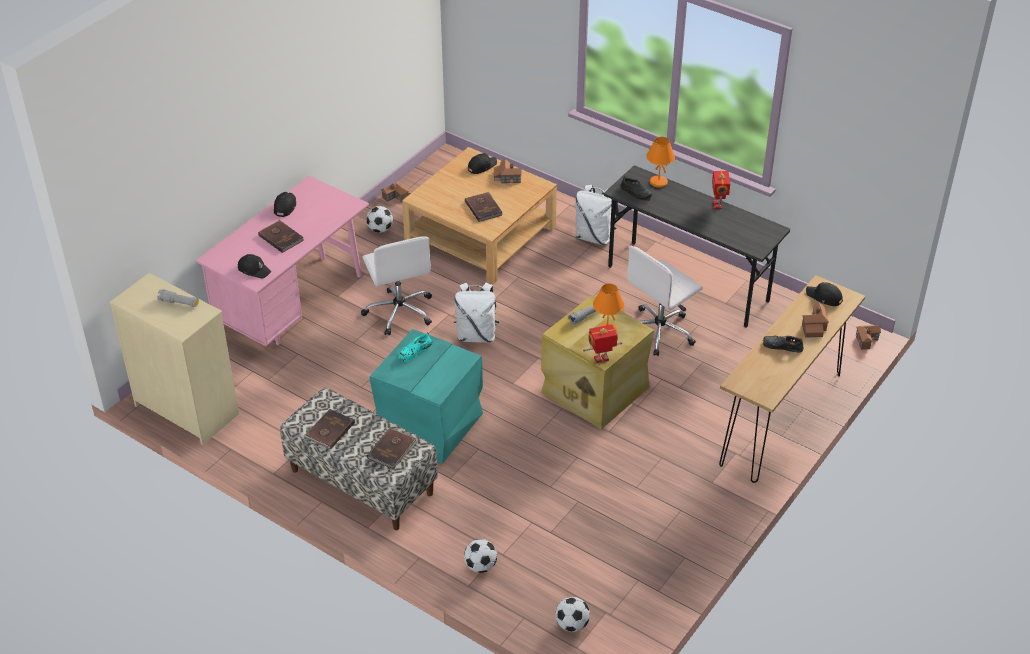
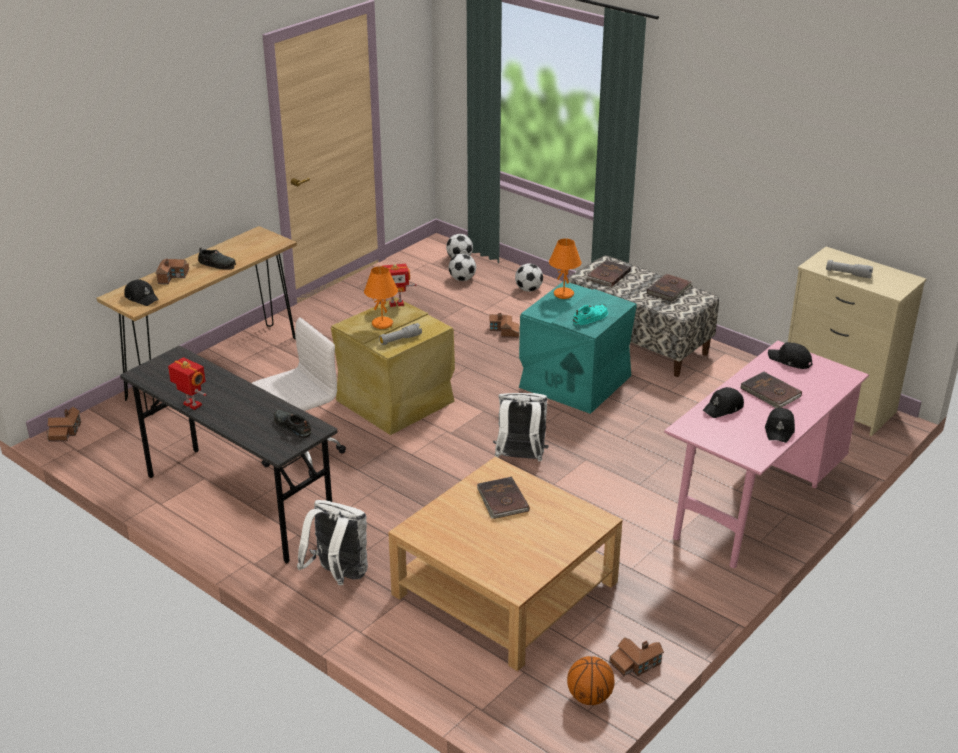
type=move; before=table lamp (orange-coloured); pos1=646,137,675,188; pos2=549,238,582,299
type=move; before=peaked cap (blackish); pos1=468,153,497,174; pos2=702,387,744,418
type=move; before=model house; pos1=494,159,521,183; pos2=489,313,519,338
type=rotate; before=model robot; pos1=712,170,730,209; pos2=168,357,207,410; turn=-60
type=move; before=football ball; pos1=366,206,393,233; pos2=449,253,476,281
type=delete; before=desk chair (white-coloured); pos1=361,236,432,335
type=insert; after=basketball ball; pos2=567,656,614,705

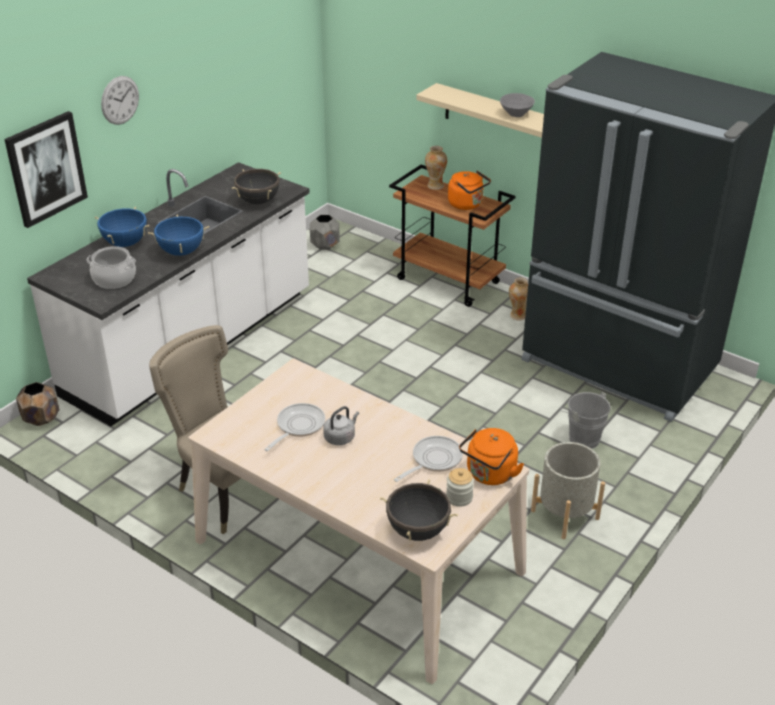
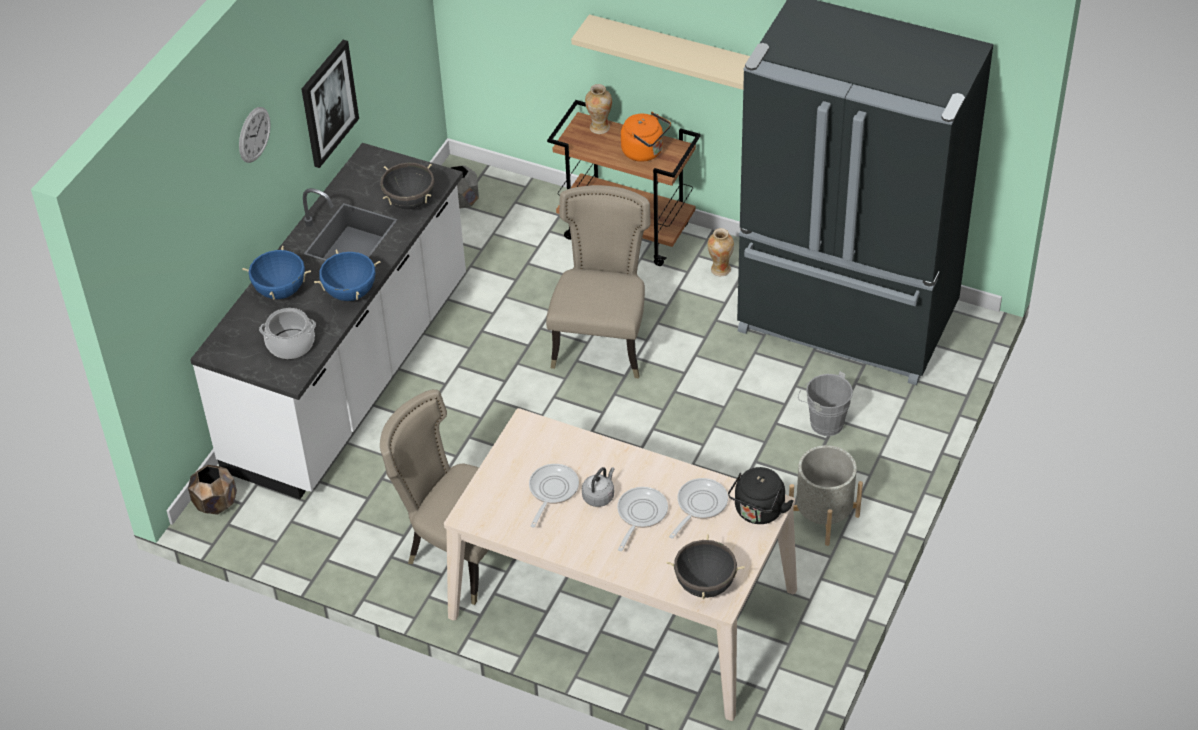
type=delete; before=serving bowl (greyish); pos1=500,93,535,117
type=move; before=wall picture; pos1=4,111,88,228; pos2=302,40,359,168
type=recolor; before=tea kettle (orange-coloured); after=tea kettle (blackish); pos1=459,428,524,485; pos2=728,467,794,524
type=delete; before=storage jar; pos1=446,468,474,507
type=insert; after=plain chair (beige-coloured); pos2=546,185,651,379
type=insert; after=skillet; pos2=617,487,668,551

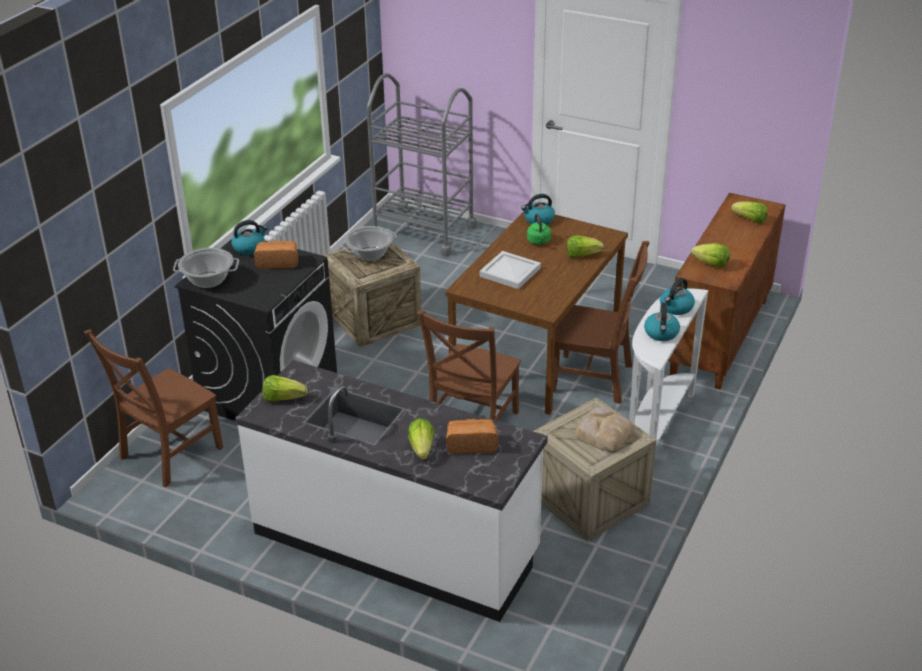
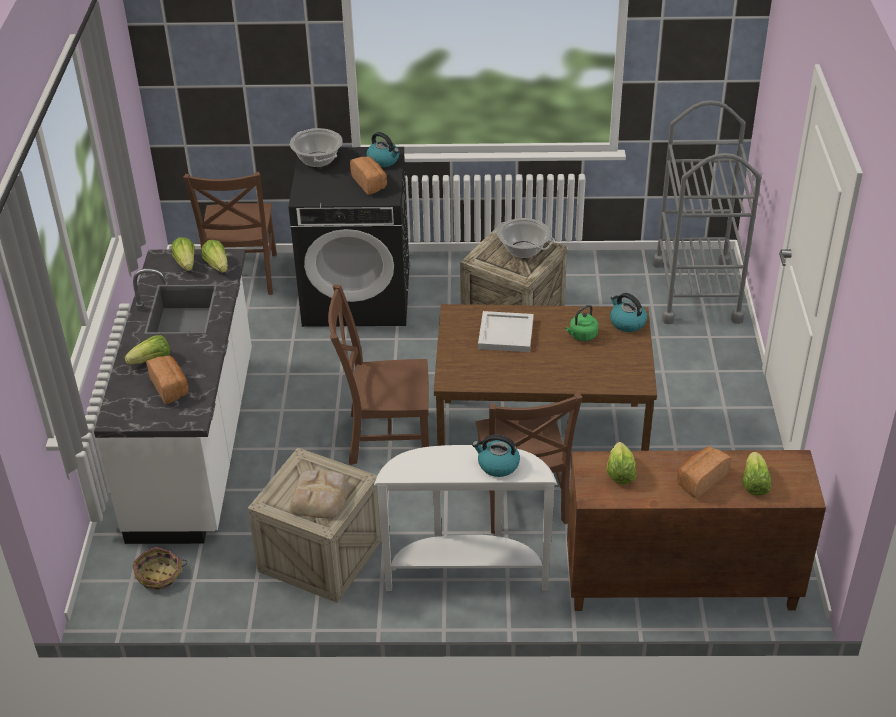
type=move; before=lettuce head; pos1=567,235,604,258; pos2=201,240,228,273
type=delete; before=tea kettle; pos1=644,303,680,341
type=rotate; before=plain chair (brown-coloured); pos1=84,329,223,487; pos2=183,172,277,295; turn=-105
type=insert; after=baked bread; pos2=677,446,731,498
type=insert; after=household basket; pos2=132,547,187,590

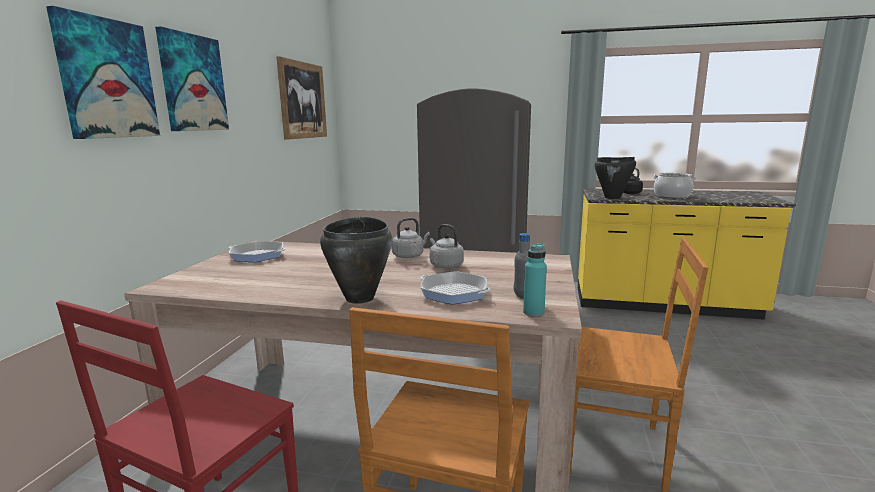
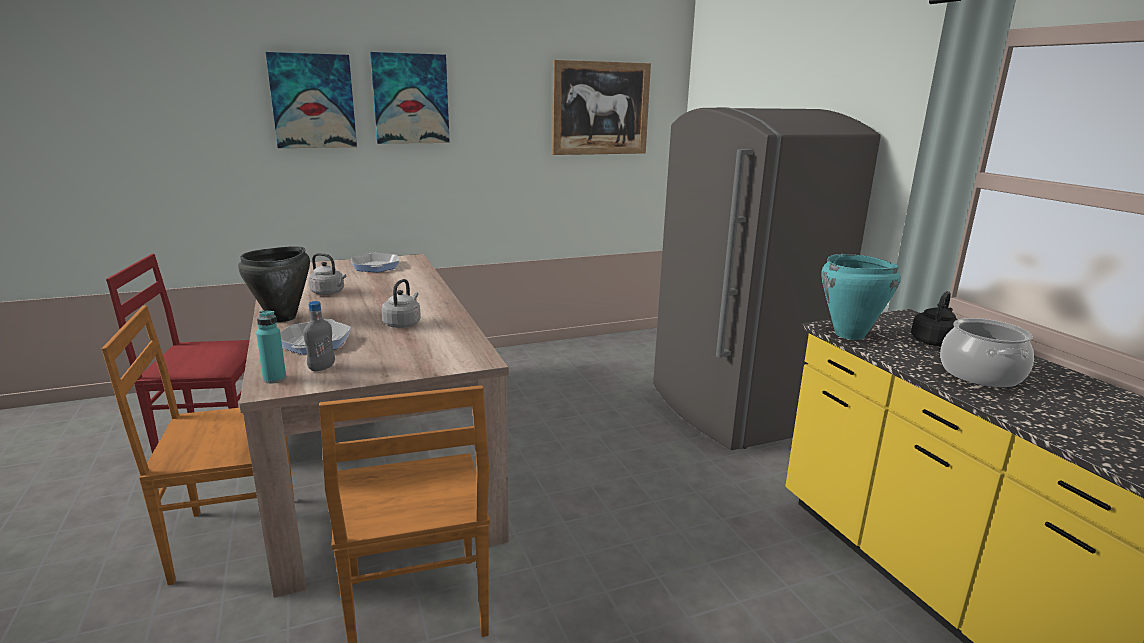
type=recolor; before=saucepot (blackish); after=saucepot (turquoise); pos1=595,157,636,199; pos2=821,254,901,340
type=move; before=tea kettle (greyish); pos1=392,218,430,258; pos2=308,253,346,295

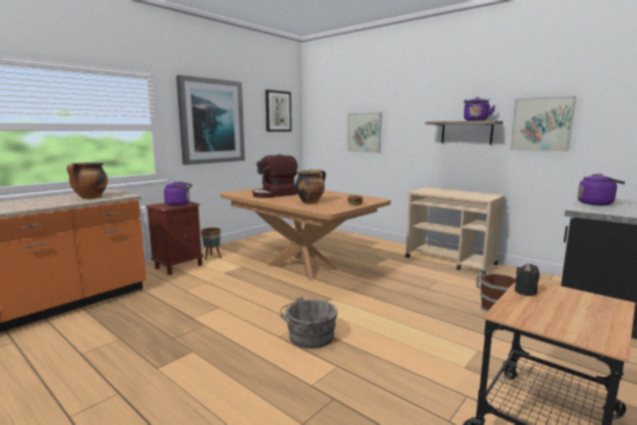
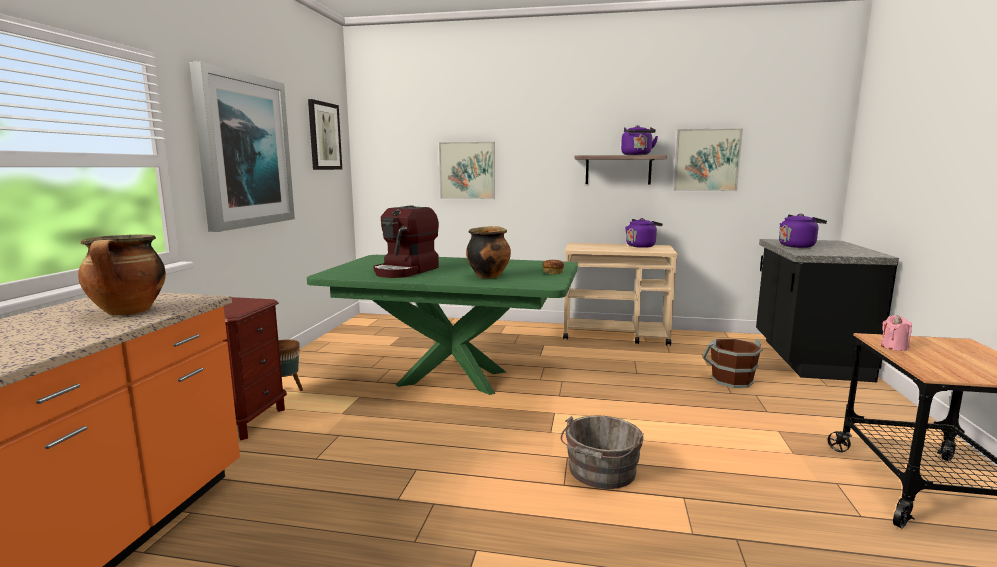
type=move; before=tea kettle (purple-coloured); pos1=164,181,192,206; pos2=625,218,663,248
type=recolor; before=kitchen table (brown-coloured); after=kitchen table (greenish); pos1=220,187,391,280; pos2=307,255,578,395
type=recolor; before=candle (blackish); after=candle (pinkish); pos1=515,264,540,296; pos2=881,315,912,351

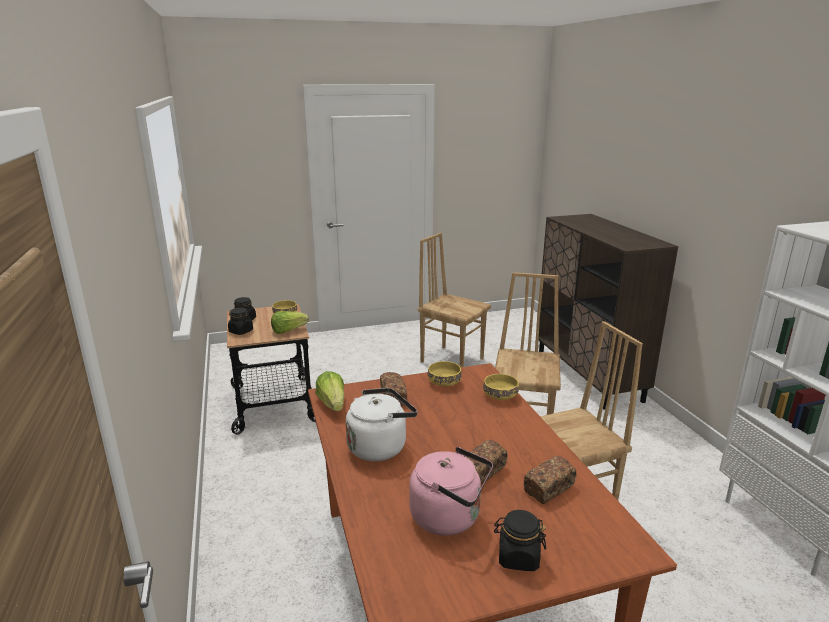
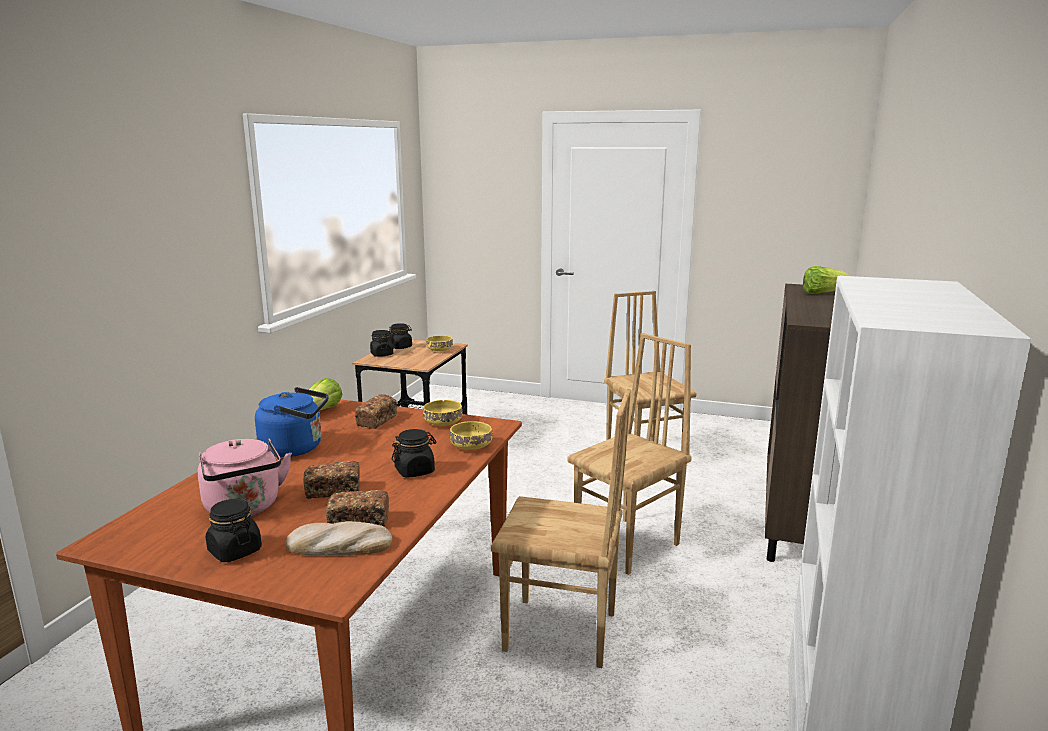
type=move; before=lettuce head; pos1=271,311,309,334; pos2=803,266,851,294
type=recolor; before=tea kettle (white-coloured); after=tea kettle (blue-coloured); pos1=346,388,417,461; pos2=255,387,329,457
type=insert; after=storage jar (blackish); pos2=392,429,436,478
type=insert; after=baked bread; pos2=285,521,393,555

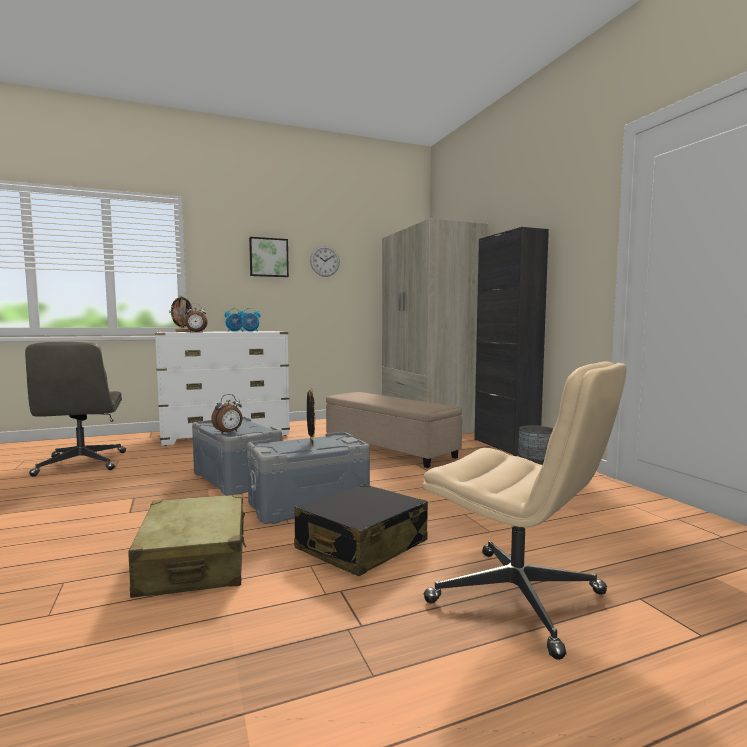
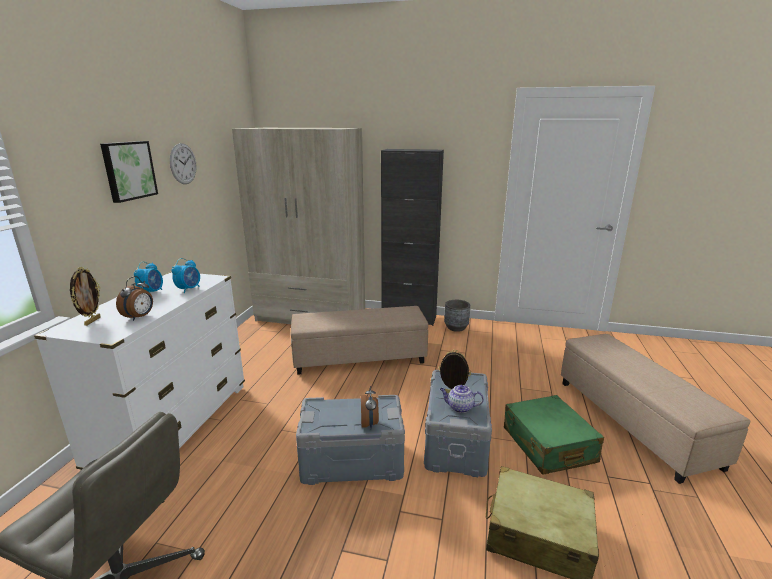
type=replace; before=desk chair (beige-coloured); after=ottoman (beige-coloured); pos1=422,361,627,660; pos2=561,334,750,484
type=recolor; before=travel case (blackish); after=travel case (greenish); pos1=294,484,428,576; pos2=504,395,604,475
type=insert; after=pot for tea; pos2=440,385,484,413

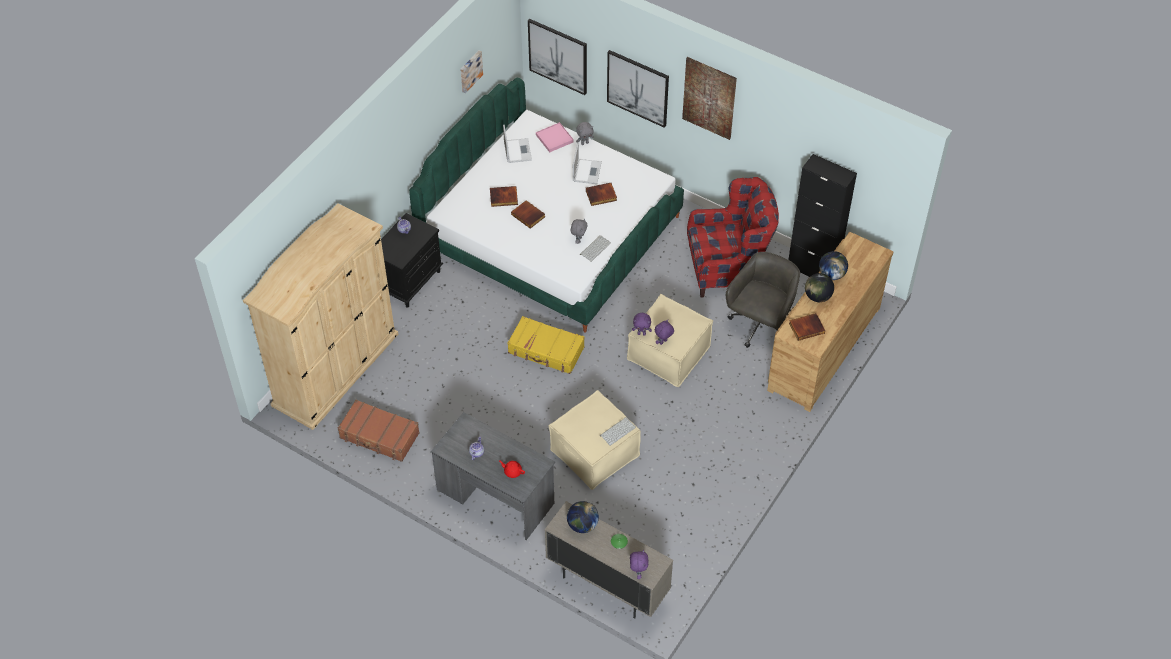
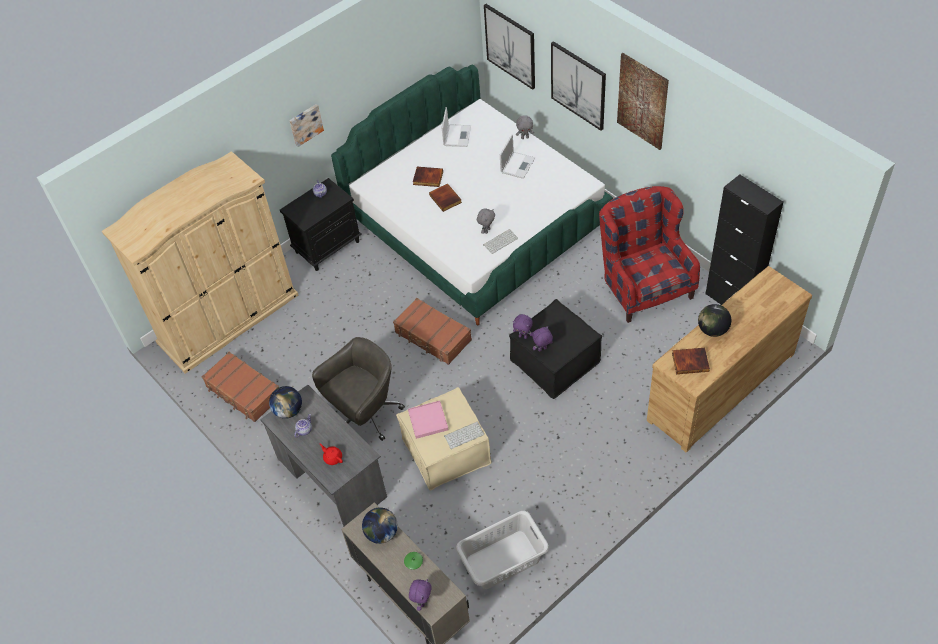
type=move; before=wall picture; pos1=461,51,483,93; pos2=289,104,324,147
type=move; before=serving tray (pinkish); pos1=536,122,574,153; pos2=408,401,449,439
type=rotate; before=lounge chair (red-coloured); pos1=687,177,779,298; pos2=599,186,700,323; turn=-120
type=delete; before=volume; pos1=586,183,617,206
type=move; before=globe; pos1=819,251,848,280; pos2=269,386,302,419
type=move; before=desk chair (greyish); pos1=726,252,800,348; pos2=312,337,405,441
type=recolor; before=ottoman (beige-coloured); after=ottoman (blackish); pos1=627,294,713,387; pos2=509,299,602,399
type=recolor; before=travel case (yellow-coloured); after=travel case (brown-coloured); pos1=507,316,585,374; pos2=393,298,472,365
type=insert; after=hamper (greyish); pos2=456,511,549,589

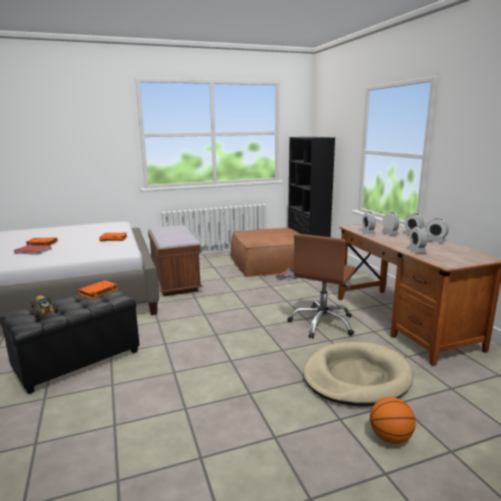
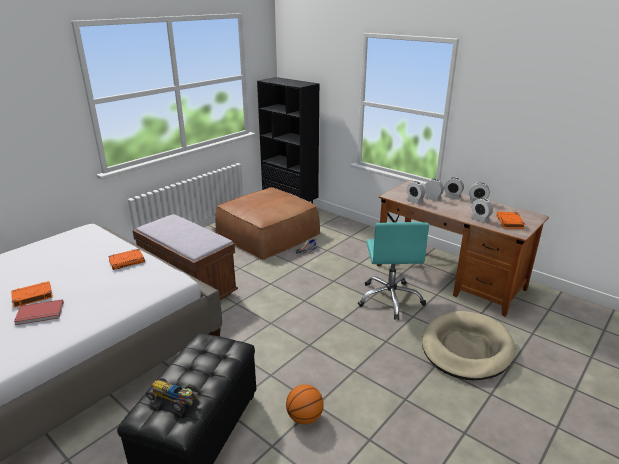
type=recolor; before=desk chair (brown-coloured); after=desk chair (turquoise); pos1=287,234,356,339; pos2=358,222,429,320
type=move; before=volume (orange-coloured); pos1=78,280,117,299; pos2=496,211,525,229
type=move; before=basketball ball; pos1=370,397,416,444; pos2=286,384,324,424

